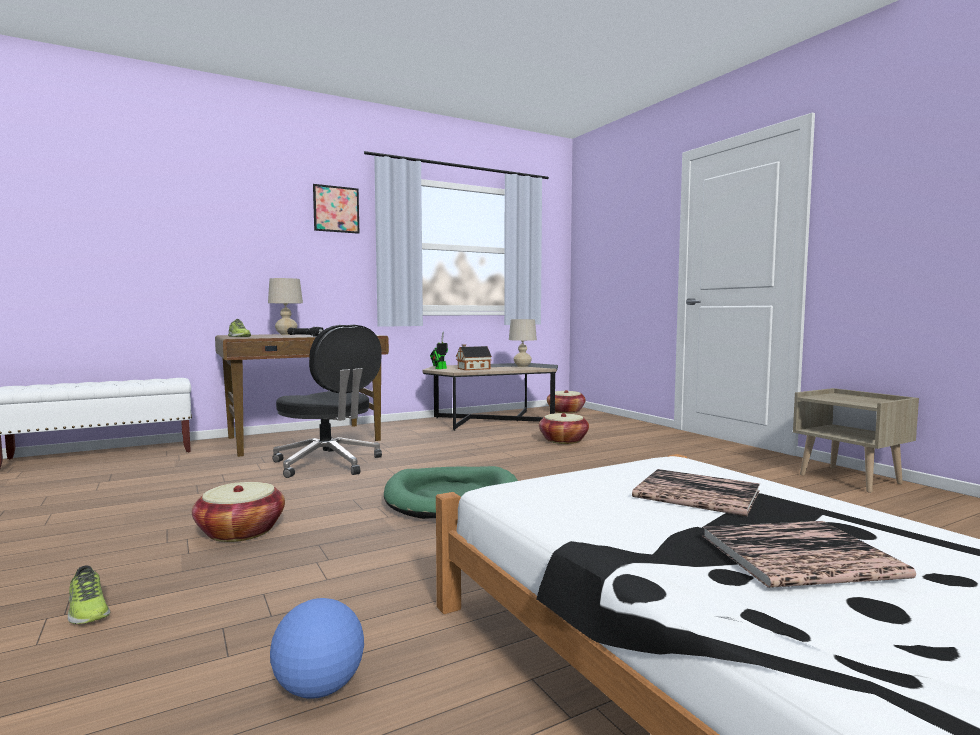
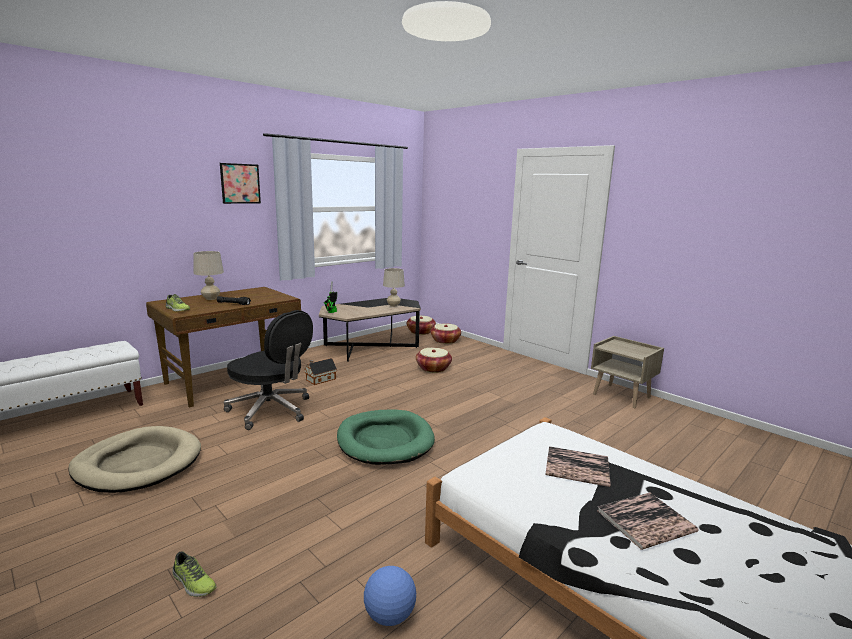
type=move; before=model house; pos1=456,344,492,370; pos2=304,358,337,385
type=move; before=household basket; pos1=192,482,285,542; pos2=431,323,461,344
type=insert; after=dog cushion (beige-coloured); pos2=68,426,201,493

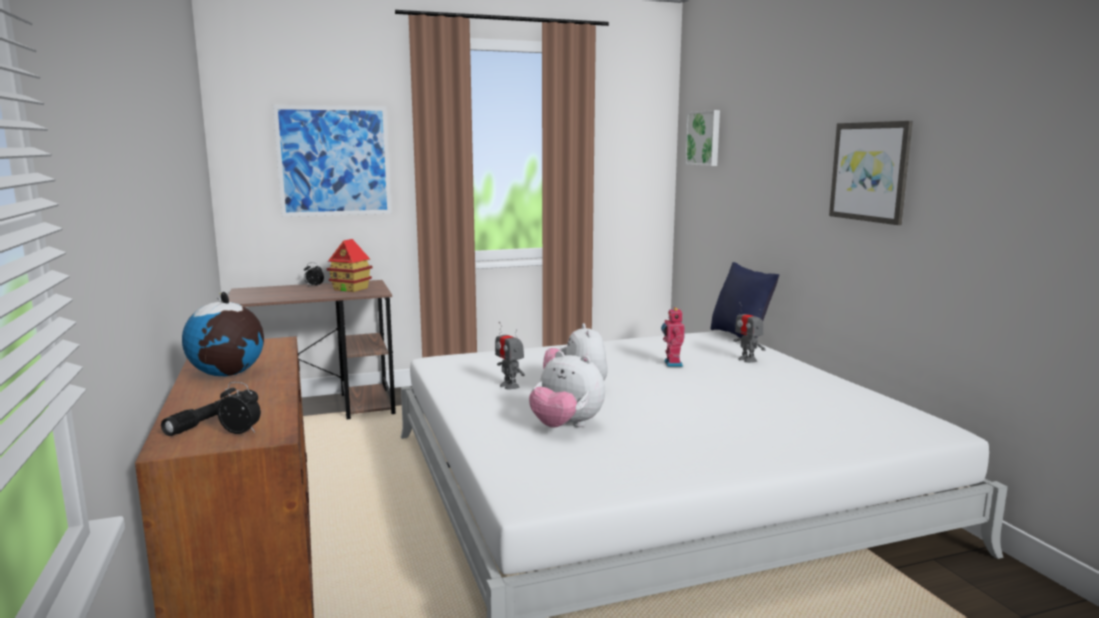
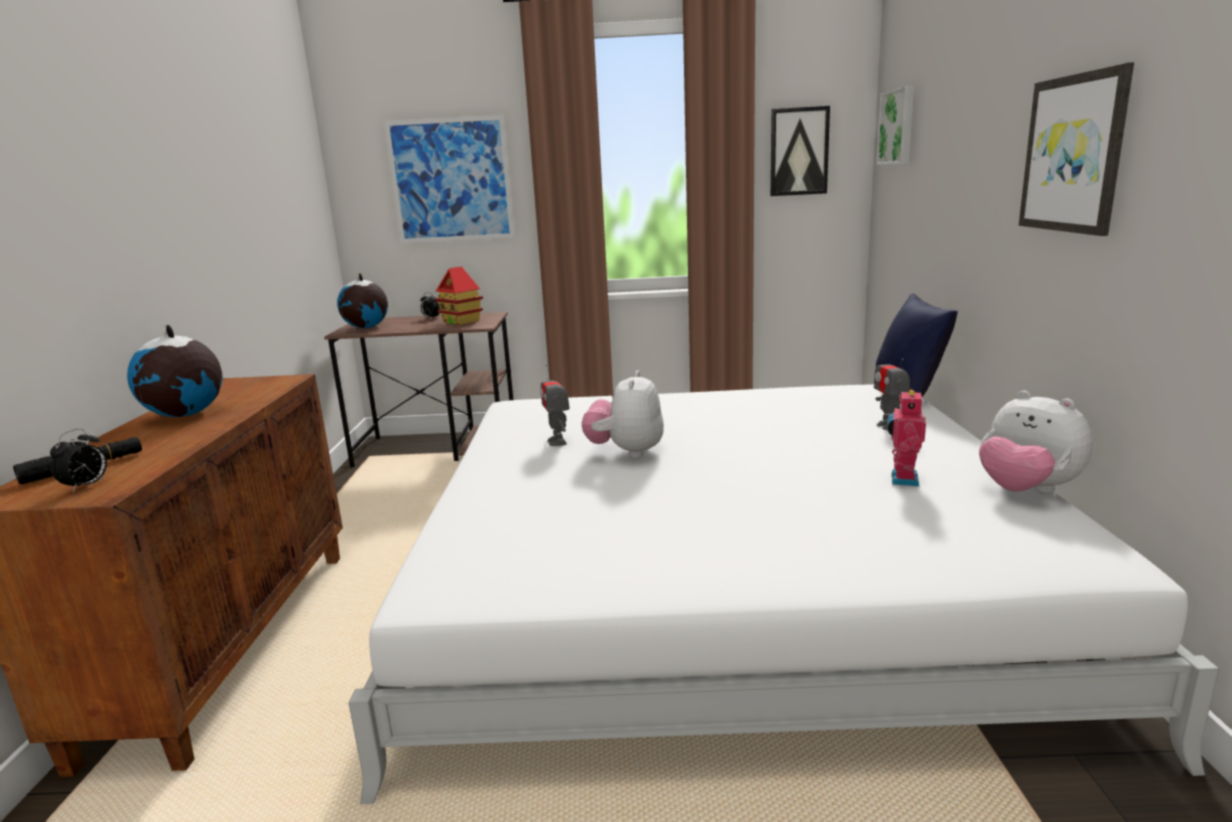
type=move; before=model robot; pos1=661,307,685,367; pos2=887,388,926,486
type=move; before=soft toy; pos1=529,351,605,428; pos2=979,391,1093,493
type=rotate; before=bedside clock; pos1=217,382,261,434; pos2=50,428,107,493; turn=75
type=insert; after=wall picture; pos2=770,106,830,196
type=insert; after=globe; pos2=337,273,388,328

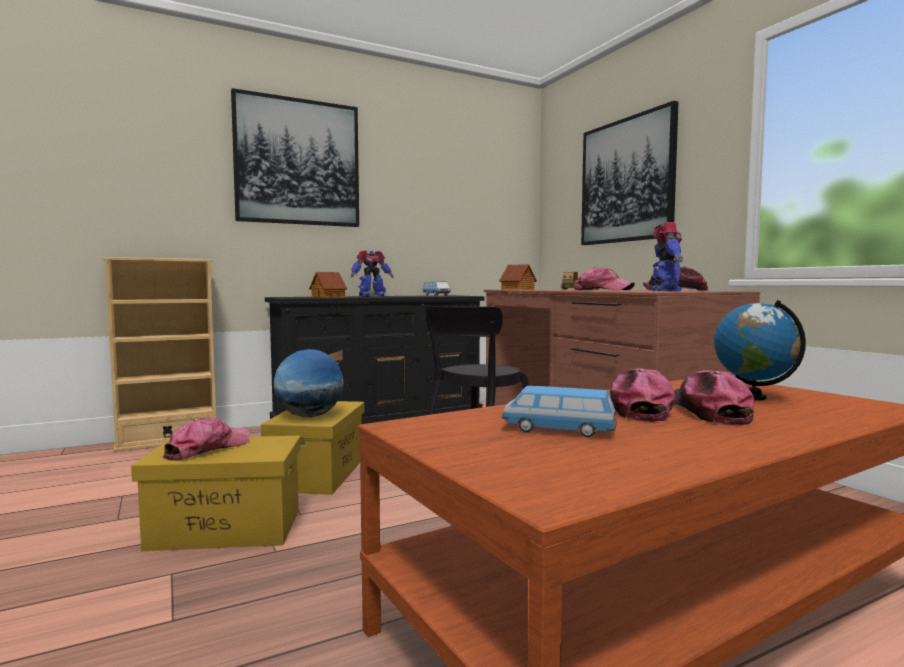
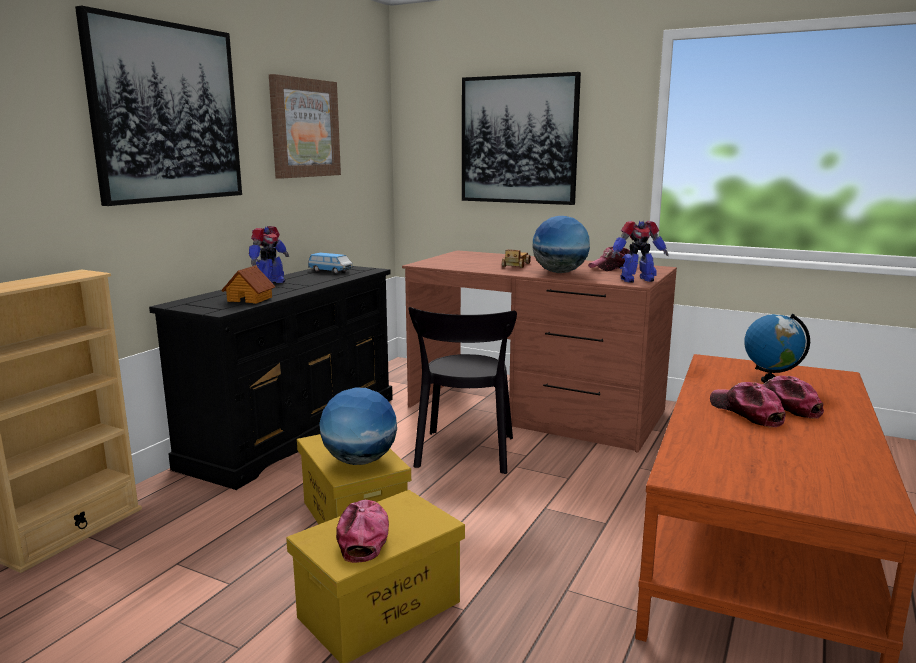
type=rotate; before=model robot; pos1=649,222,683,292; pos2=611,220,669,282; turn=105
type=delete; before=model house; pos1=499,264,537,290
type=replace; before=peaked cap; after=globe; pos1=574,267,635,291; pos2=533,216,590,273
type=delete; before=toy car; pos1=502,386,617,437
type=insert; after=wall picture; pos2=269,74,341,179

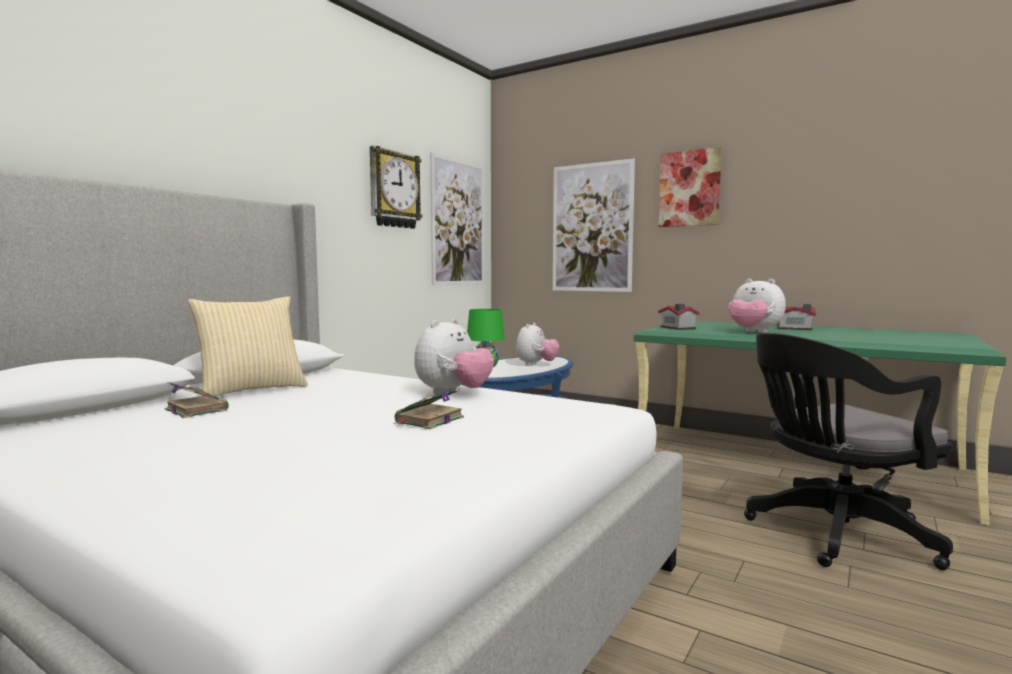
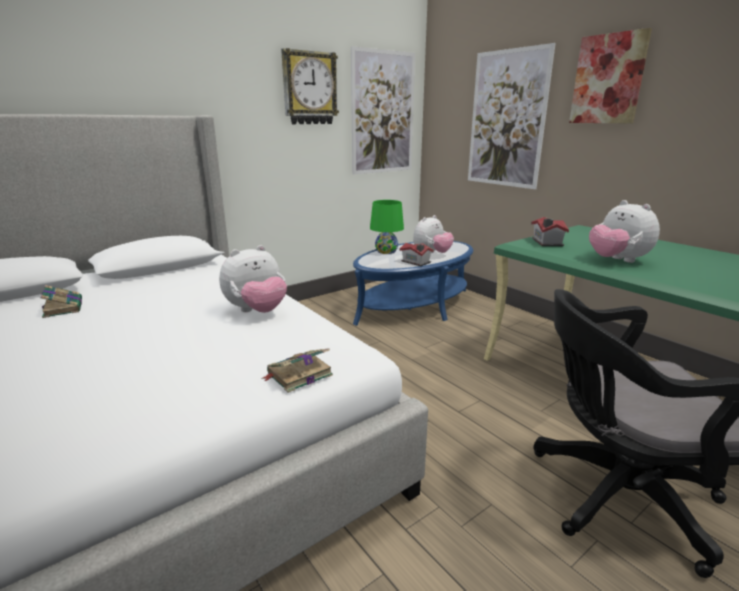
type=delete; before=cushion; pos1=188,296,308,397
type=move; before=model house; pos1=777,304,816,330; pos2=399,243,434,266
type=move; before=volume; pos1=394,388,464,429; pos2=263,348,333,393

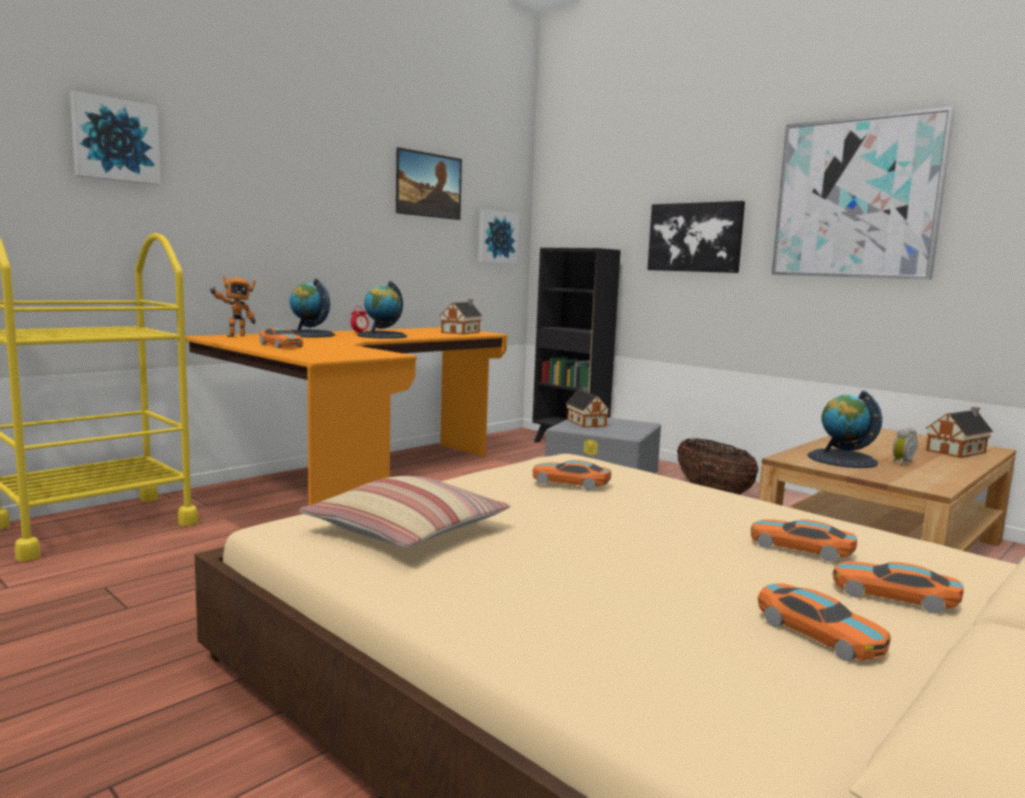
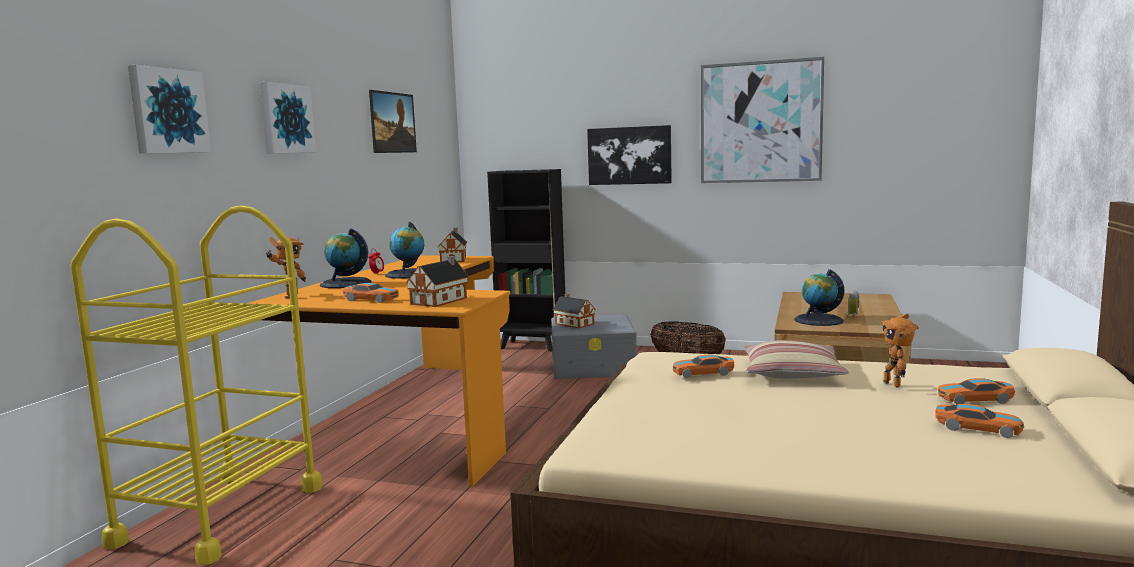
type=move; before=wall picture; pos1=478,209,519,264; pos2=259,82,316,153
type=move; before=model house; pos1=926,407,993,458; pos2=406,256,469,307
type=move; before=cushion; pos1=299,476,511,547; pos2=743,340,849,379
type=replace; before=toy car; after=model robot; pos1=751,519,857,562; pos2=881,314,918,388

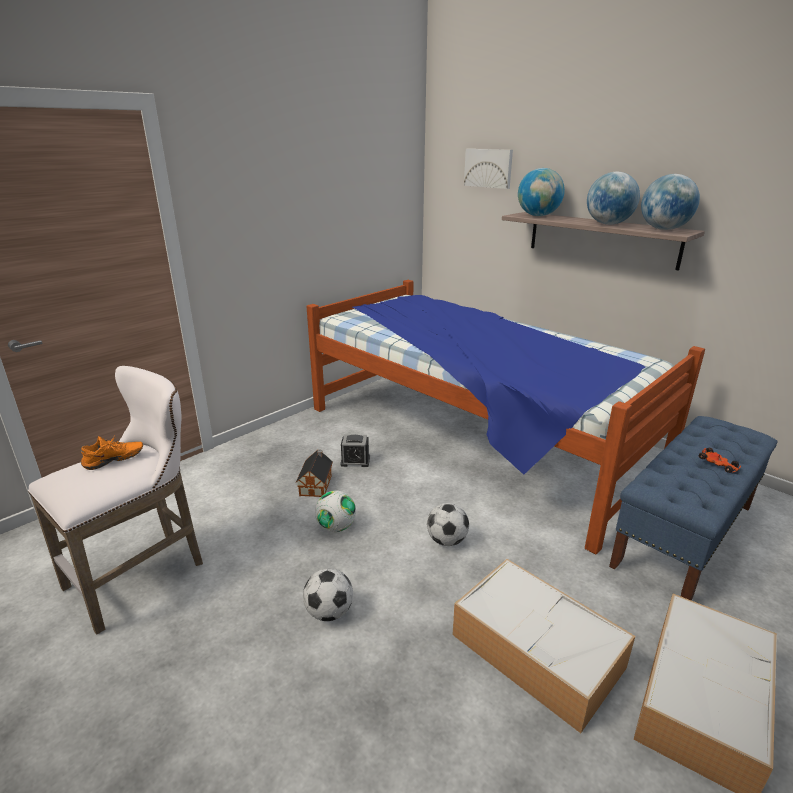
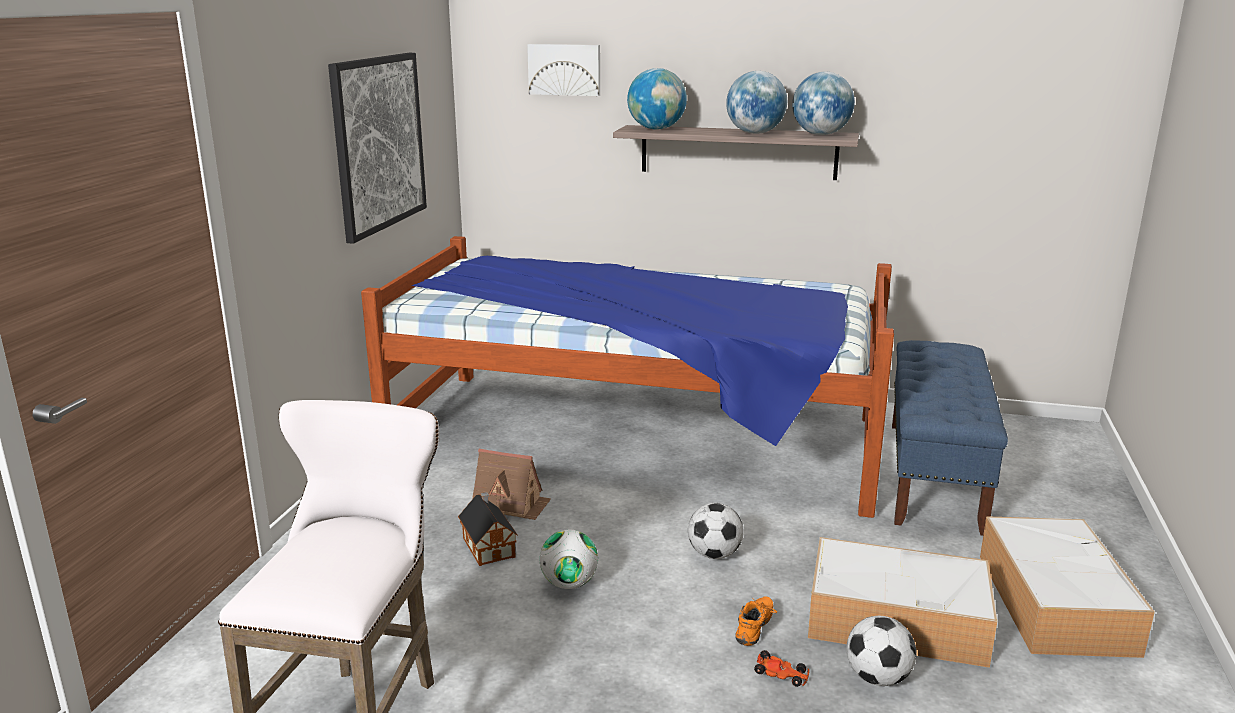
type=replace; before=bedside clock; after=model house; pos1=340,434,370,467; pos2=472,449,551,520
type=move; before=shoe (orange-coloured); pos1=81,435,143,470; pos2=735,596,777,646
type=move; before=toy car; pos1=699,448,741,473; pos2=754,650,809,687
type=move; before=football ball; pos1=303,568,353,621; pos2=846,616,916,686
type=insert; after=wall picture; pos2=328,53,427,244

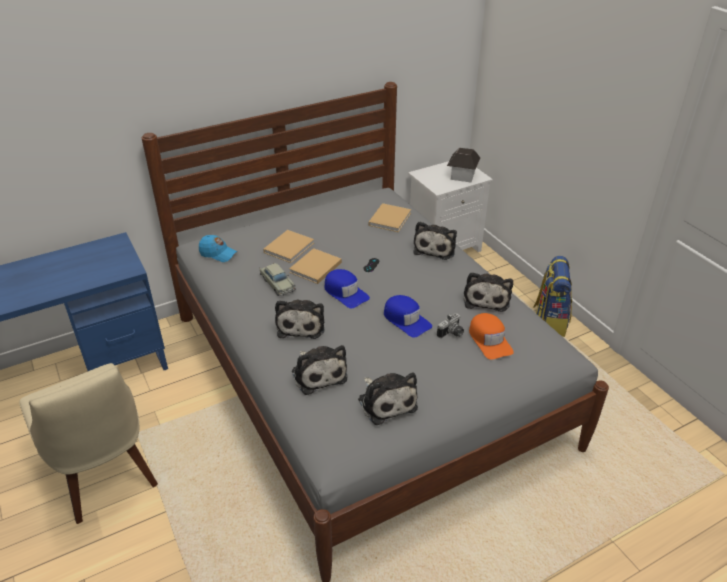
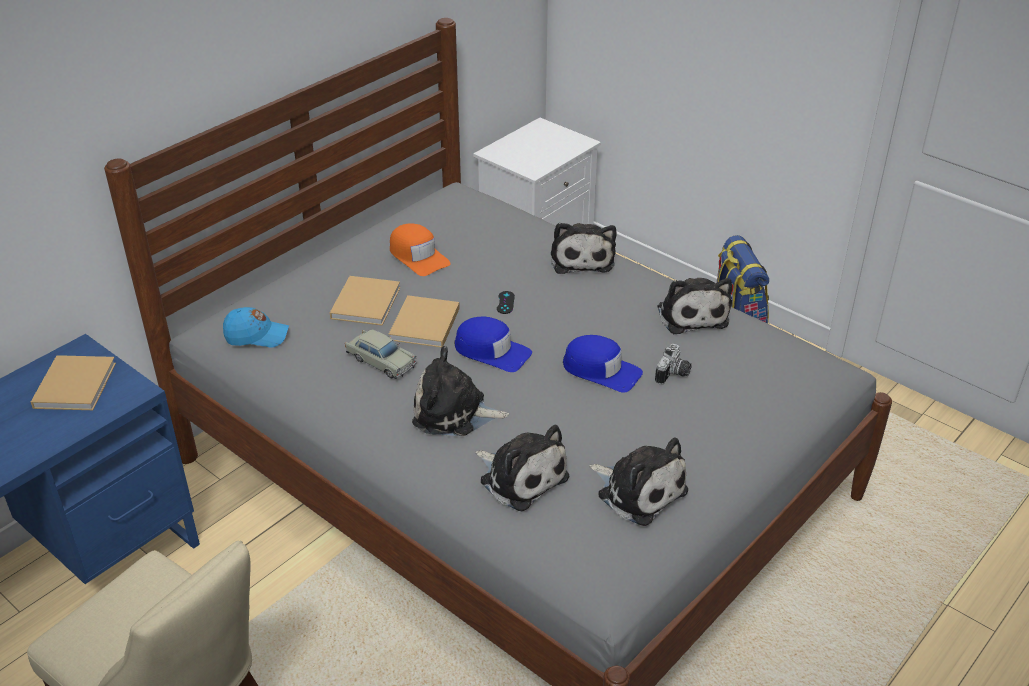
type=delete; before=model house; pos1=447,148,481,183
type=move; before=volume (beige-coloured); pos1=369,203,411,232; pos2=31,355,116,410
type=rotate; before=soft toy; pos1=275,299,325,339; pos2=412,346,509,436; turn=120
type=move; before=peaked cap (orange-coloured); pos1=469,313,514,360; pos2=390,223,451,276

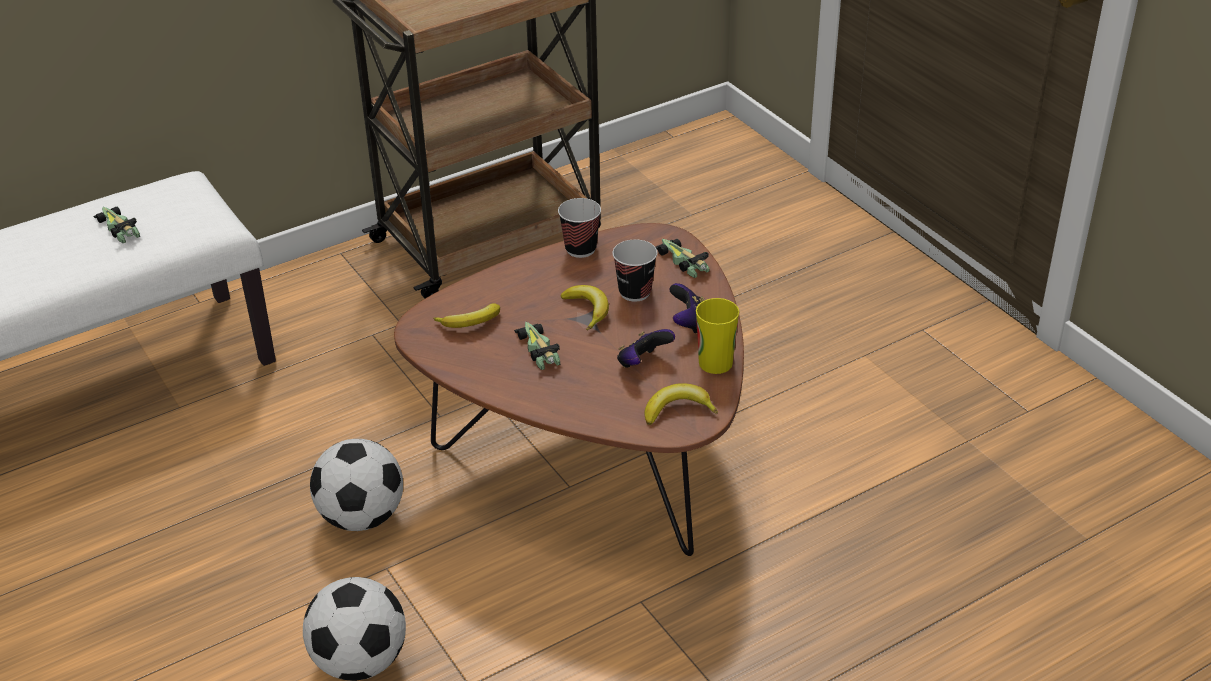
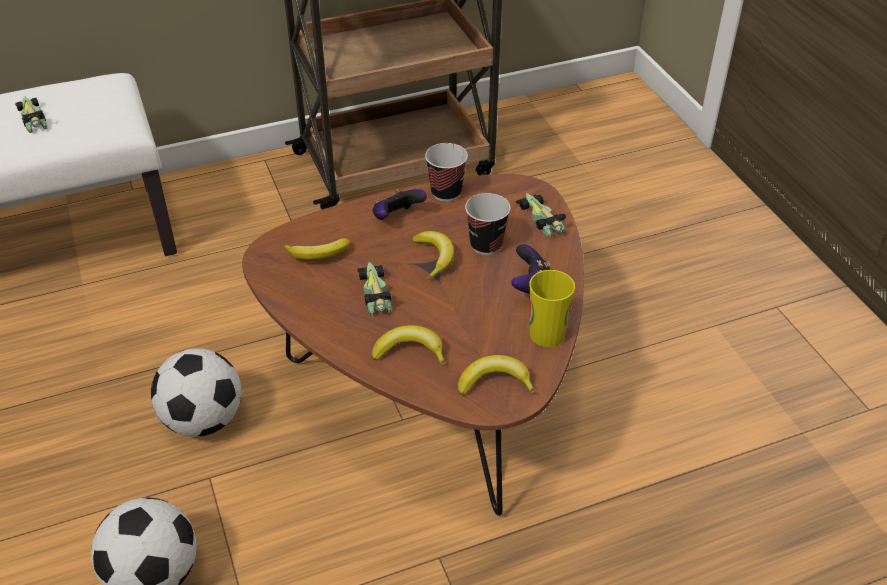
type=move; before=game controller; pos1=617,329,675,368; pos2=372,189,427,220
type=insert; after=banana; pos2=372,325,445,366

